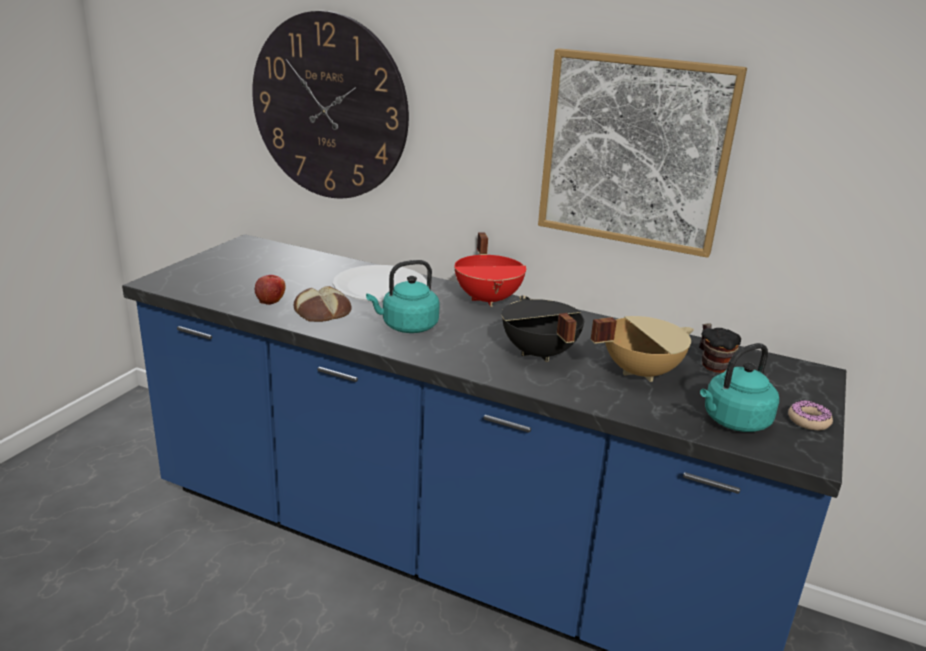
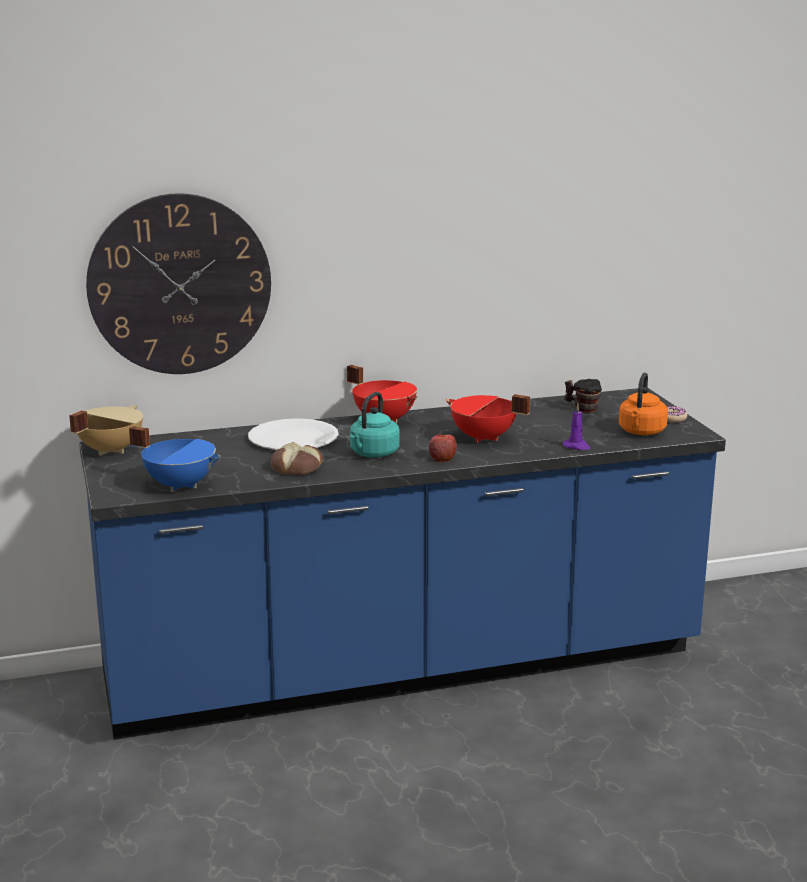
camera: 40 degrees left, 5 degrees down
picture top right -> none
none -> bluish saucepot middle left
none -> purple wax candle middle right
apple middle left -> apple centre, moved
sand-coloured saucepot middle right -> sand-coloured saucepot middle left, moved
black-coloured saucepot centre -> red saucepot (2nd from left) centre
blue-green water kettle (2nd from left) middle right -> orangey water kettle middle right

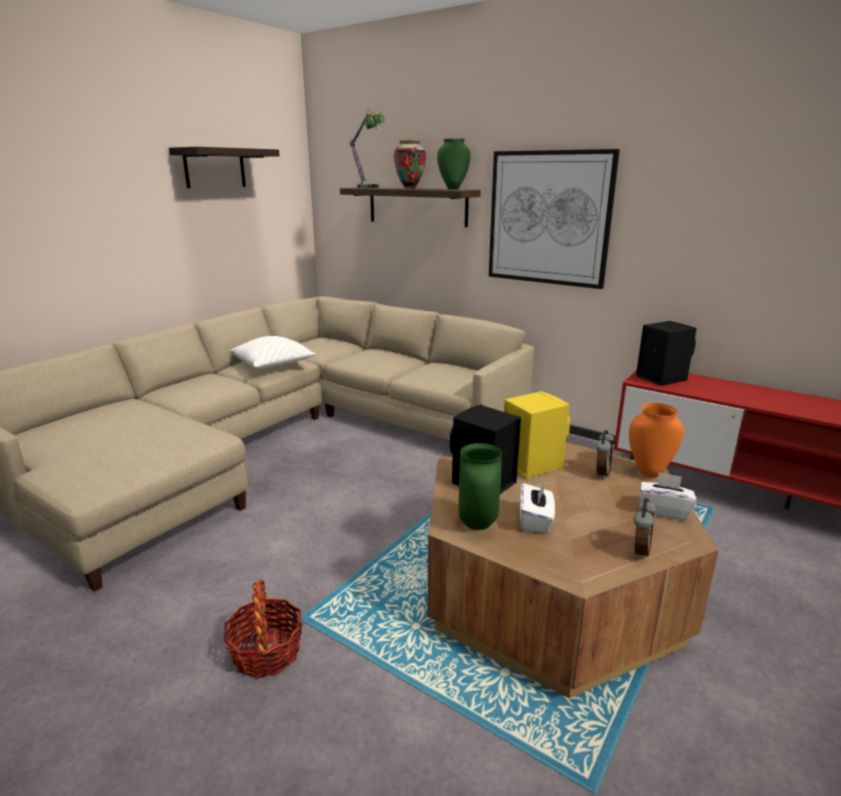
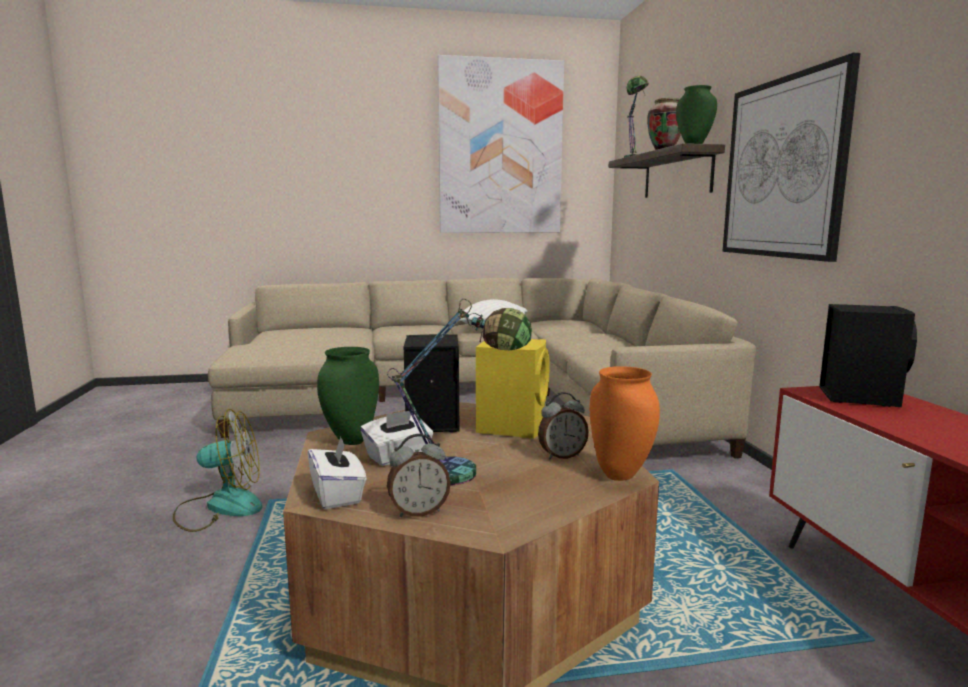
camera: 45 degrees right, 10 degrees down
none -> tabletop lamp (1st from left) centre
white-coloured tissue box (2nd from left in the first image) middle right -> white-coloured tissue box (1st from left) bottom centre, moved
wall shelf (1st from left) top left -> picture (1st from left) top centre
basket bottom left -> cooling fan bottom left

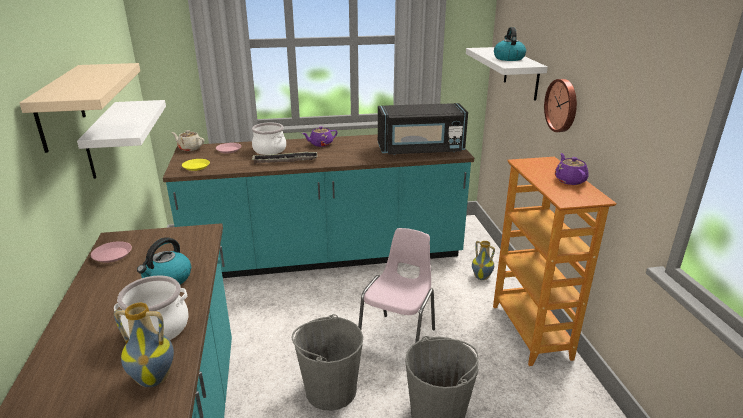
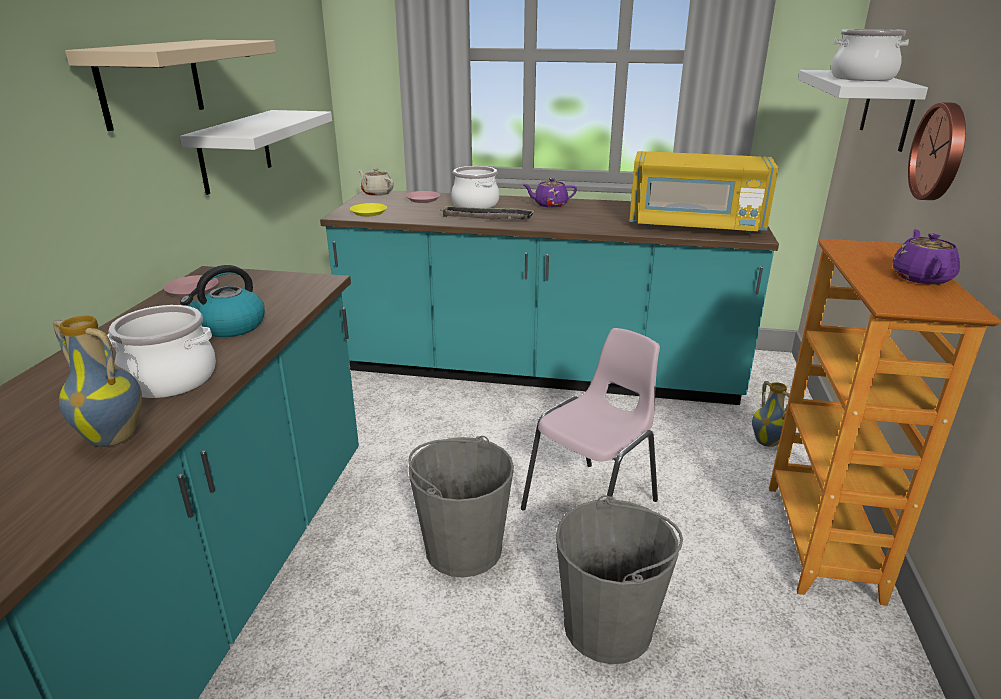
camera: 20 degrees right, 0 degrees up
water kettle (2nd from left) top right -> saucepot (3rd from left) top right
black-coloured microwave oven top centre -> yellow microwave oven top right

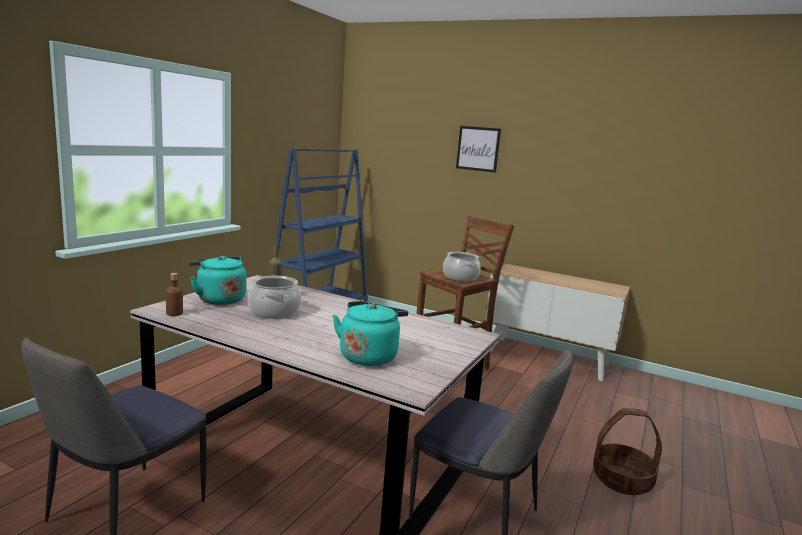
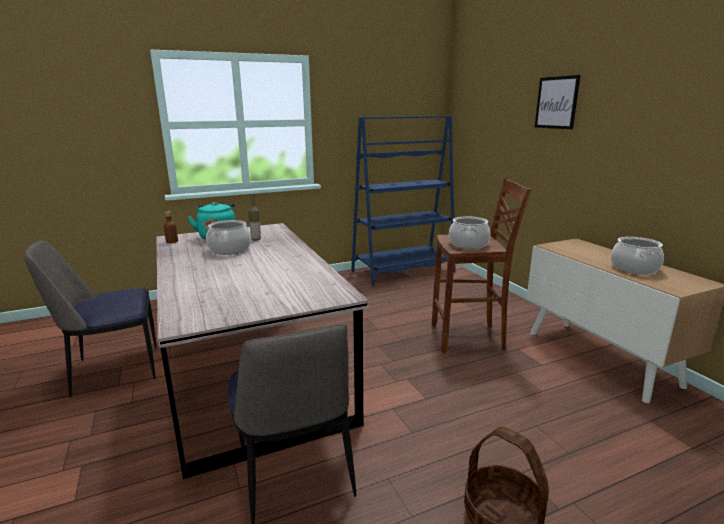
camera: 40 degrees right, 5 degrees up
blue-green water kettle (2nd from left) centre -> none
none -> saucepot (3rd from left) middle right

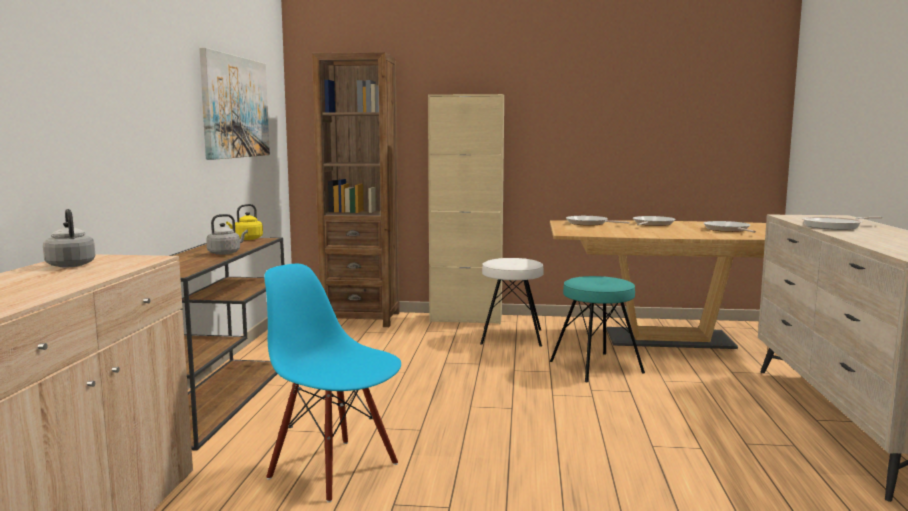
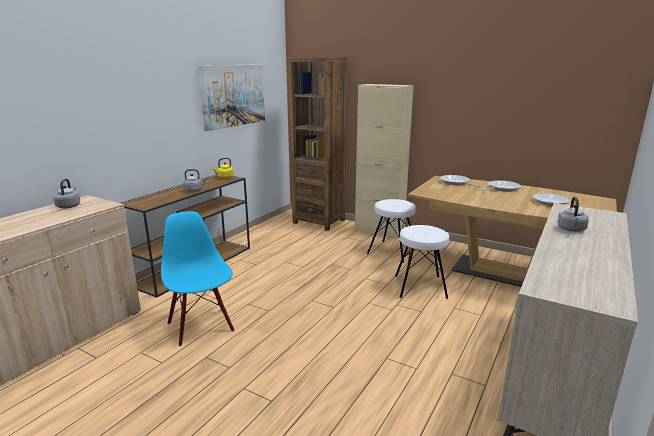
camera: 25 degrees right, 10 degrees up
pan (4th from left) middle right -> gray water kettle (3rd from left) middle right
blue-green stool seat centre -> white-coloured stool seat (2nd from left) centre

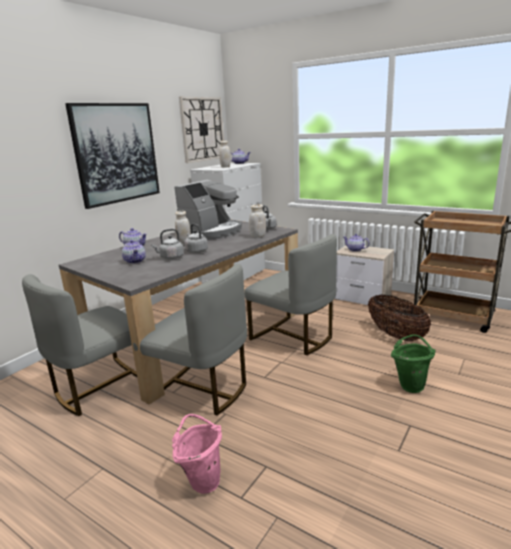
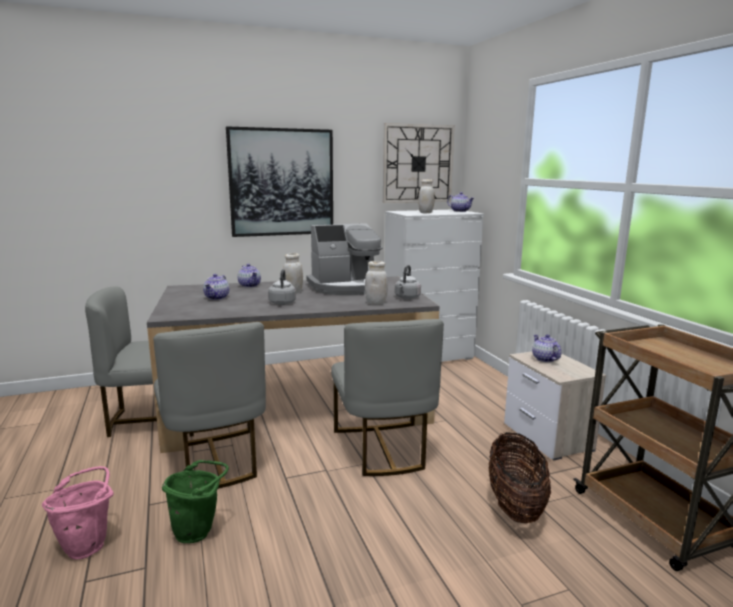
camera: 35 degrees right, 5 degrees down
gray water kettle (1st from left) middle left -> none
greenish bucket middle right -> greenish bucket bottom left, moved

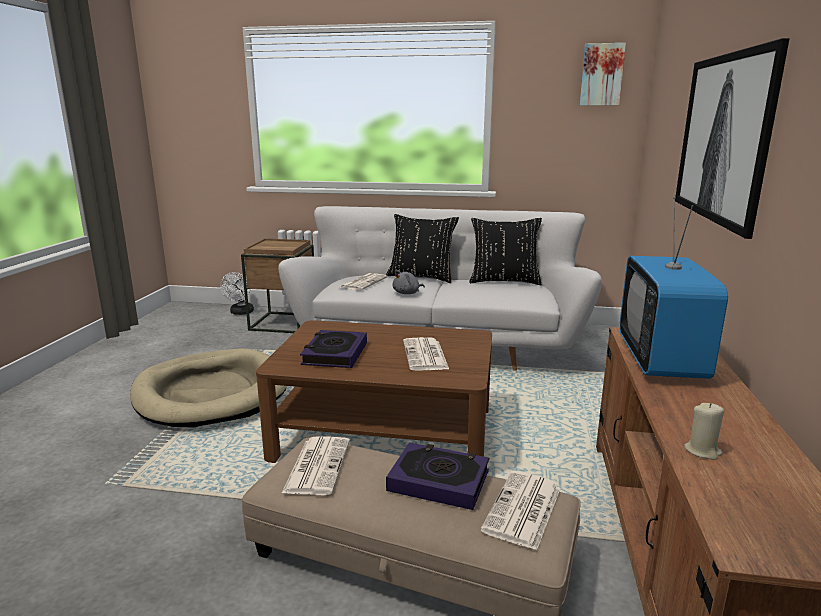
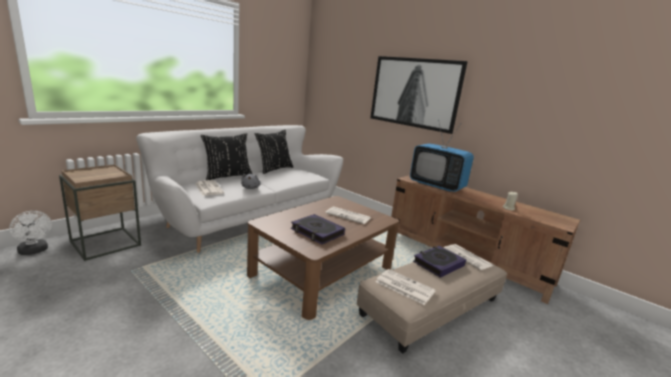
camera: 60 degrees left, 0 degrees up
sand-coloured pet bed middle left -> none
picture (1st from left) top right -> none

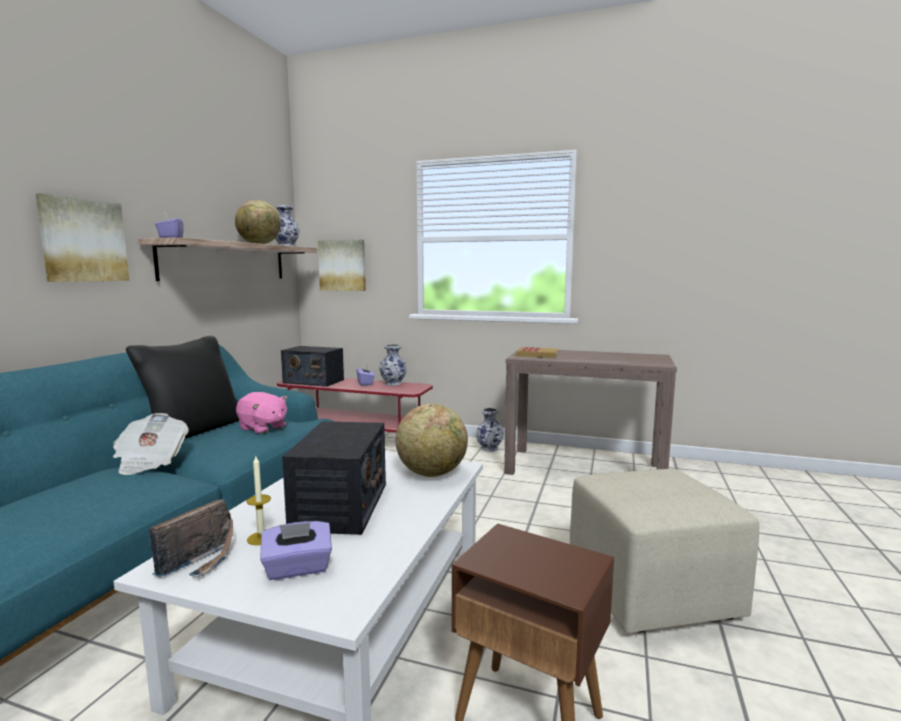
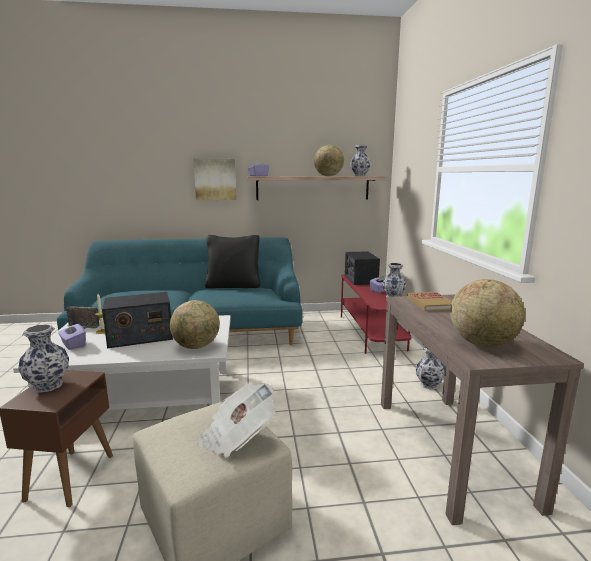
camera: 65 degrees right, 5 degrees up
pink-coloured soft toy middle left -> none
picture (2nd from left) centre -> none
none -> decorative vase (1st from left) middle left
none -> globe (3rd from left) middle right
daily paper middle left -> daily paper bottom centre, moved

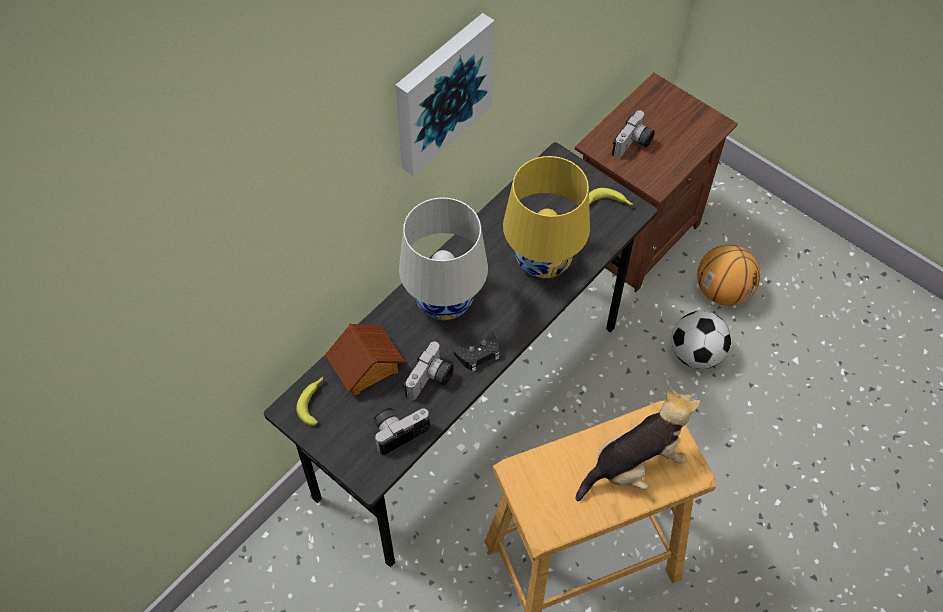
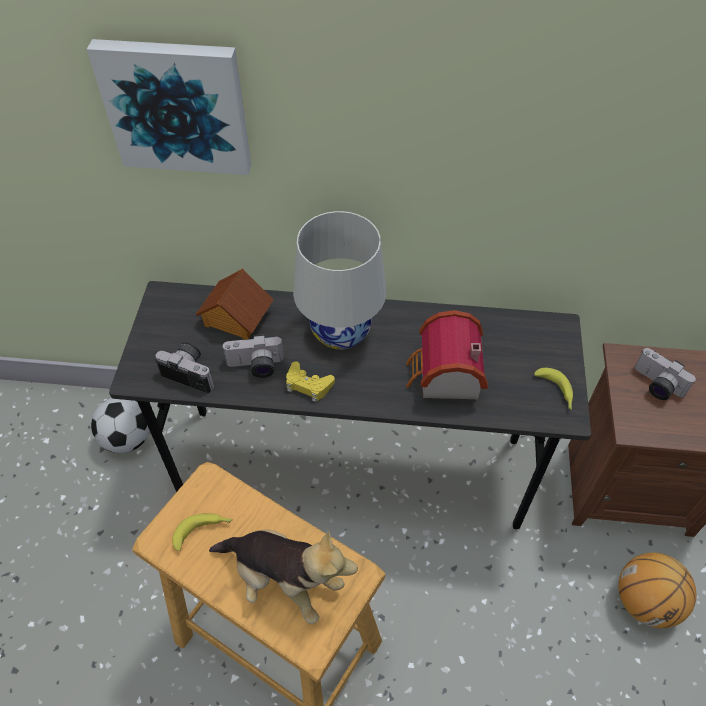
camera: 55 degrees right, 5 degrees down
whole banana (1st from left) middle left -> whole banana (1st from left) bottom left, moved
picture top centre -> picture top left, moved
football middle right -> football middle left, moved
yellow tabletop lamp centre -> model house (2nd from left) centre
black-coloured game controller centre -> yellow game controller centre
still camera (3rd from left) top right -> still camera (3rd from left) middle right, 45 degrees clockwise

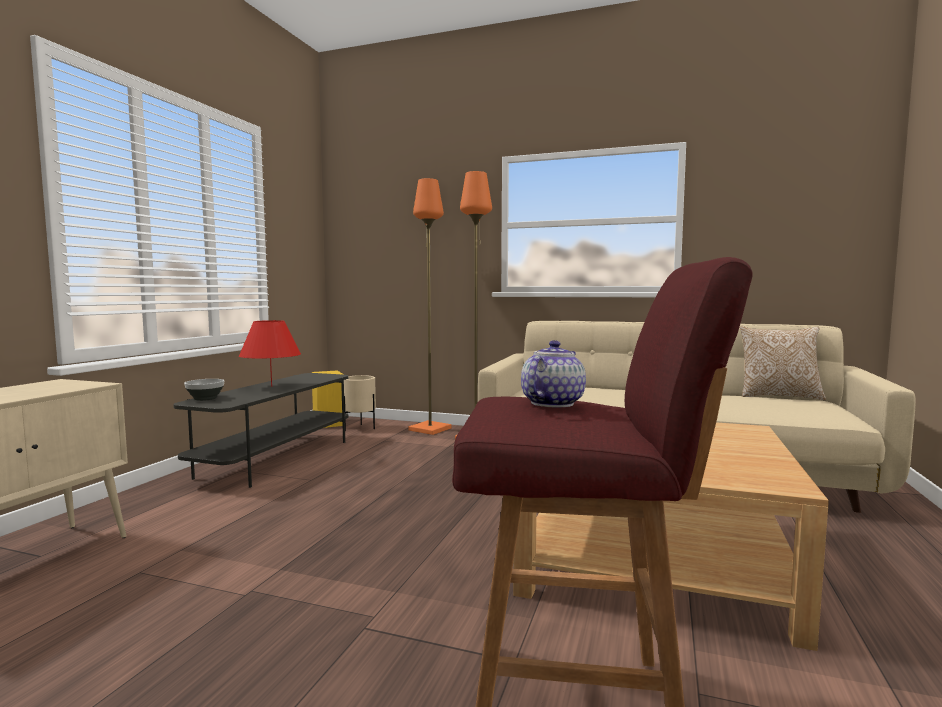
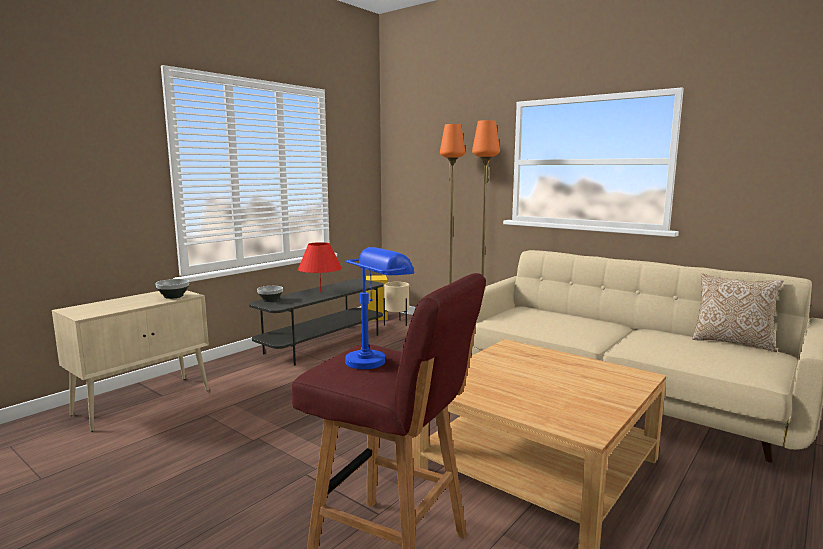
camera: 20 degrees right, 5 degrees up
none -> bowl (1st from left) middle left
teapot centre -> bluish tabletop lamp centre

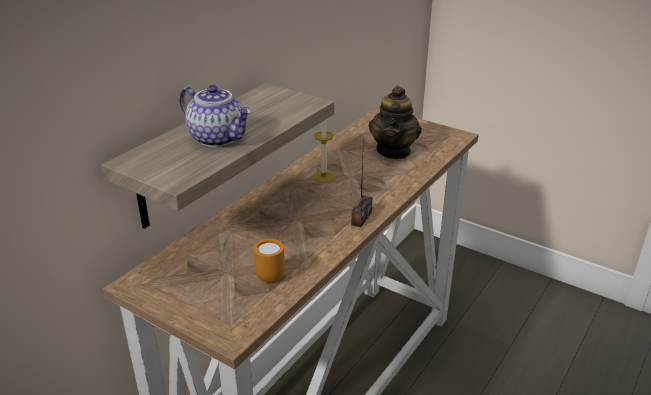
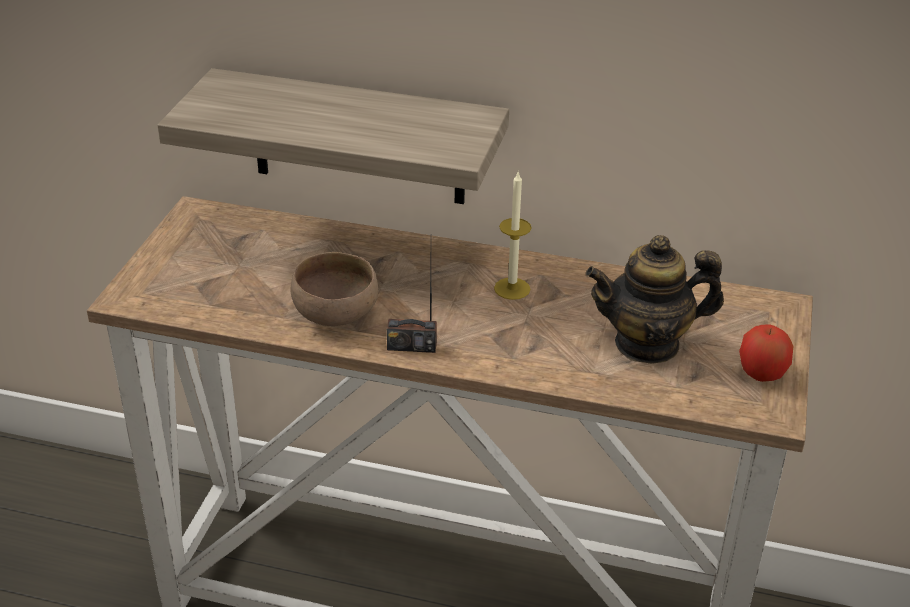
camera: 70 degrees right, 5 degrees up
teapot (1st from left) top left -> none
orangey coffee mug centre -> none
none -> brown-coloured bowl centre
none -> apple middle right

